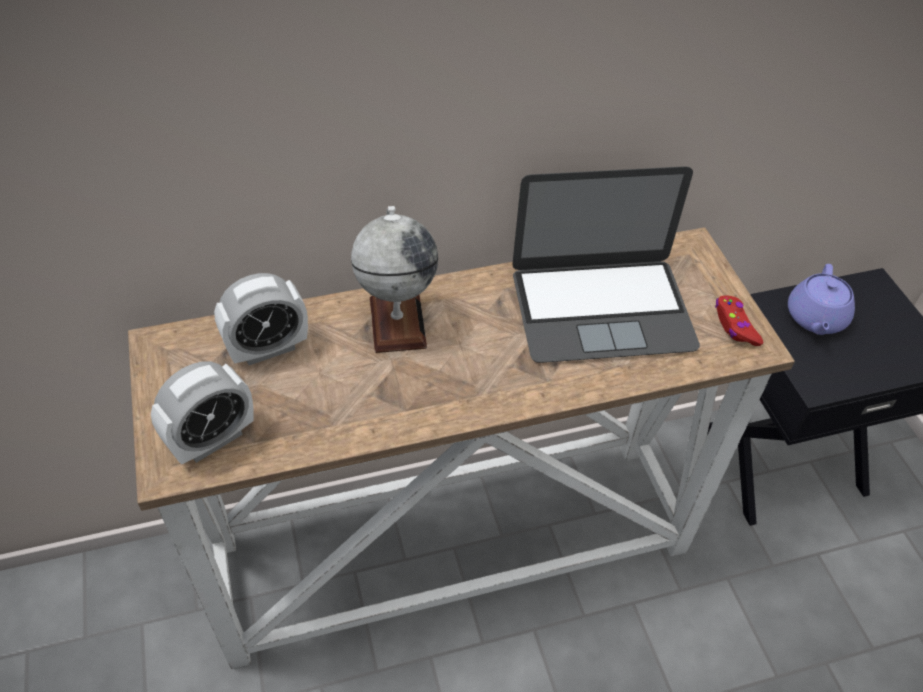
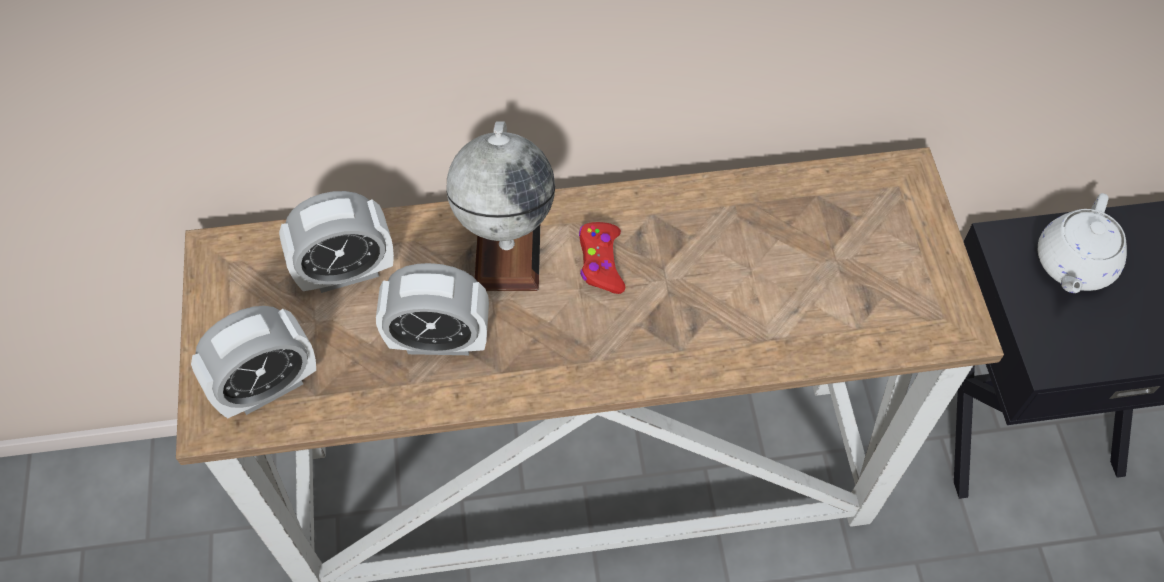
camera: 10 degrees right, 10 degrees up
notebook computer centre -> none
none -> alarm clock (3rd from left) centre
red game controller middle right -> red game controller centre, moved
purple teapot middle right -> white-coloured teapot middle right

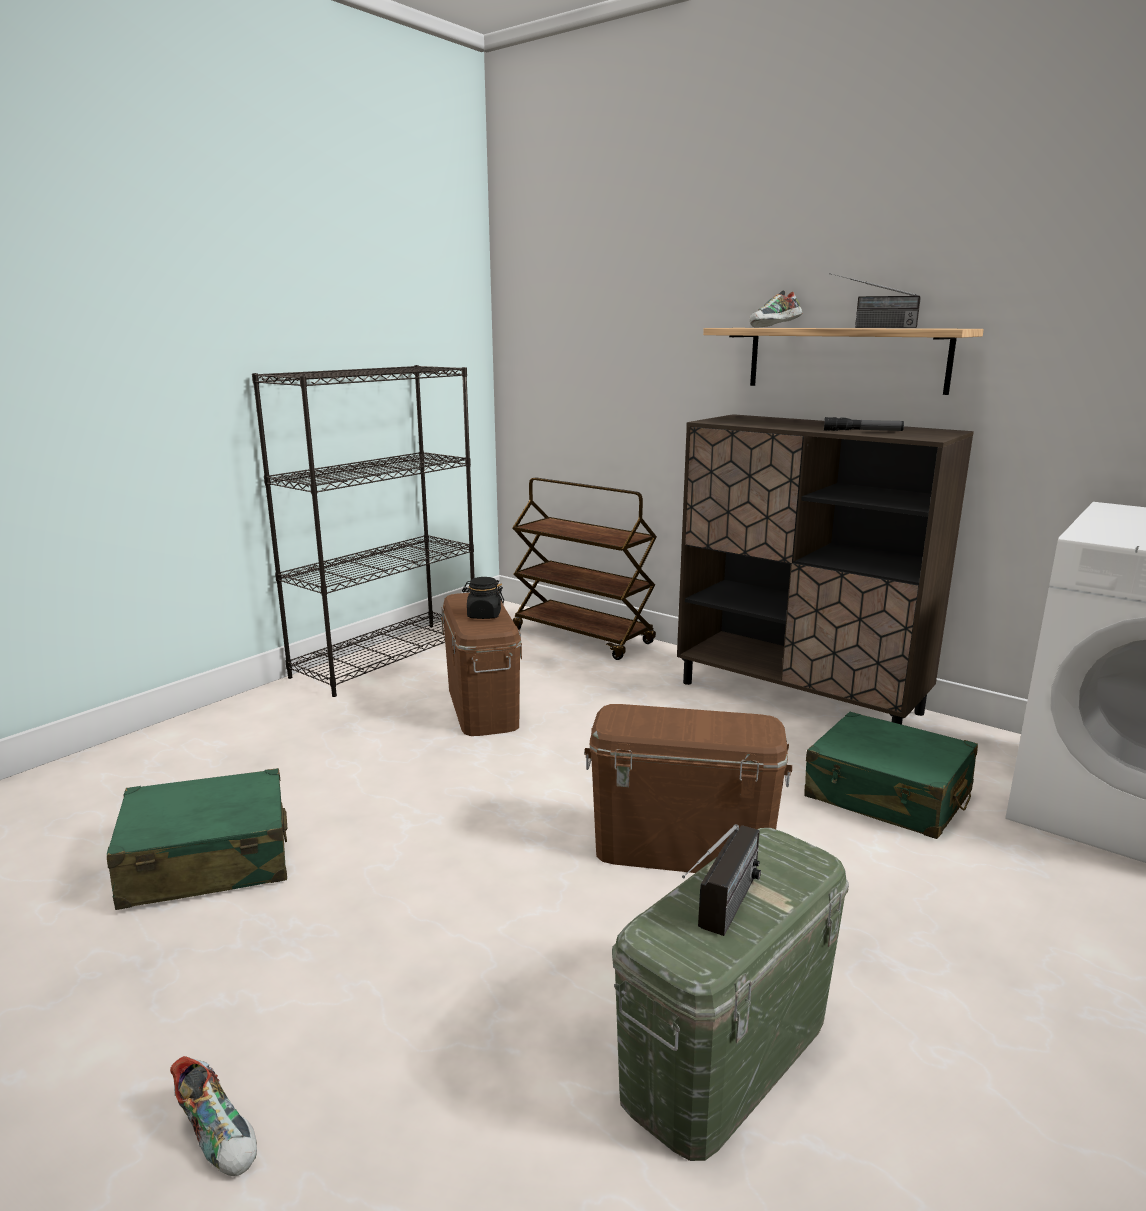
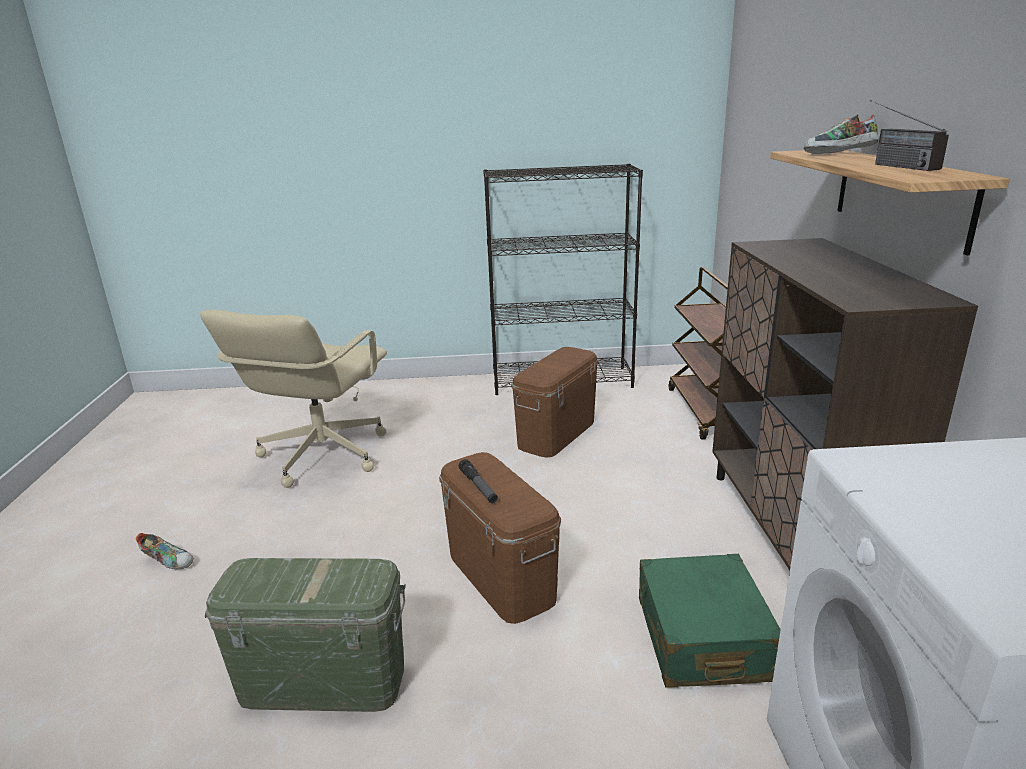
camera: 50 degrees right, 5 degrees up
black-coloured preserve jar centre -> none
radio set (1st from left) bottom centre -> none
hand torch middle right -> hand torch centre, moved
greenish suitcase (1st from left) bottom left -> sand-coloured desk chair middle left
low shoe (1st from left) bottom left, 75 degrees counterclockwise

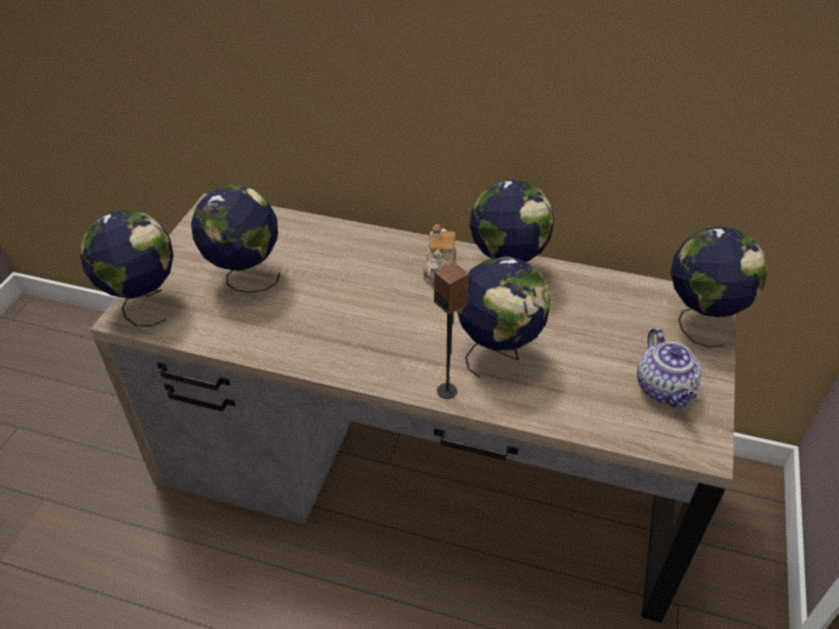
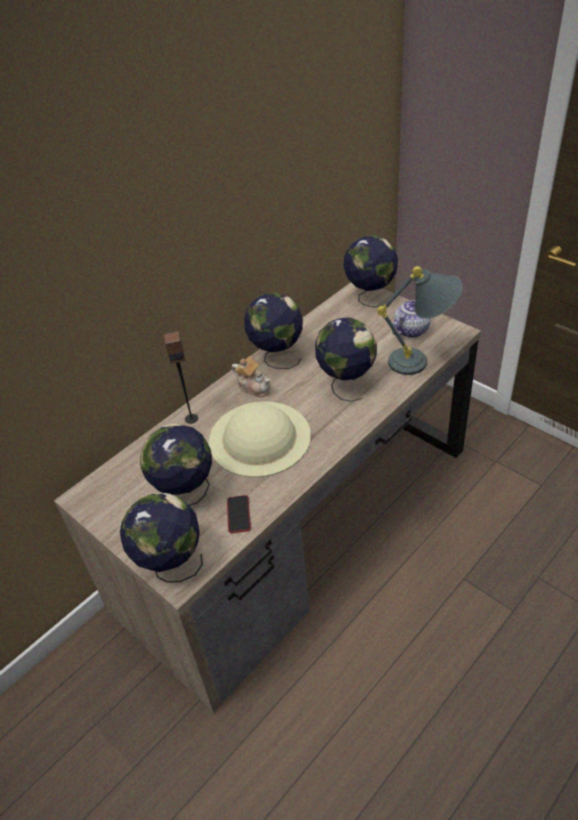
camera: 60 degrees left, 0 degrees up
none -> sand-coloured clothing hat centre
none -> telephone centre
none -> gray tabletop lamp middle right
loudspeaker centre -> loudspeaker middle left, moved
teapot (2nd from left) middle right, 60 degrees counterclockwise

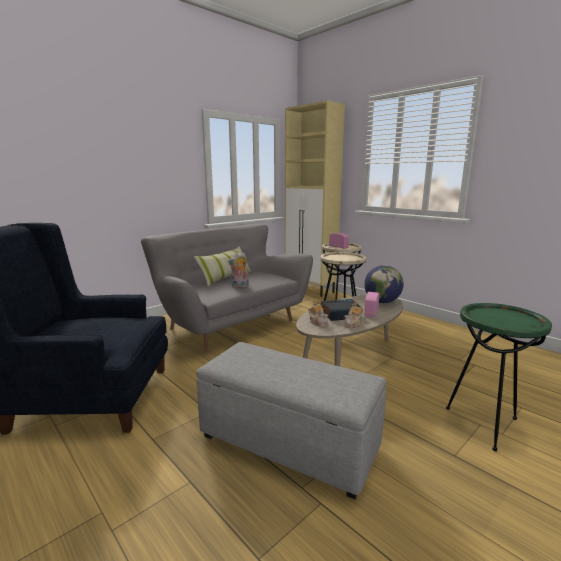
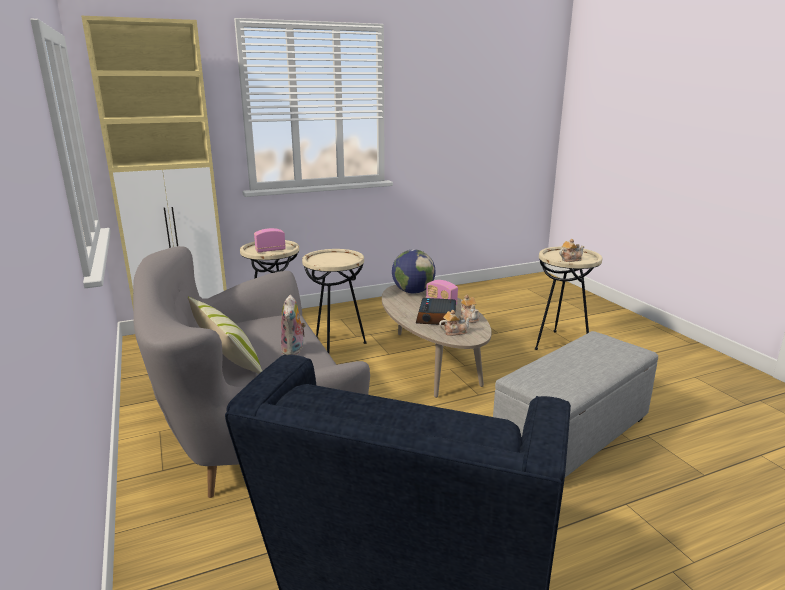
camera: 70 degrees left, 5 degrees up
none -> teapot (3rd from left) middle right
greenish accent table bottom right -> sand-coloured accent table (3rd from left) middle right

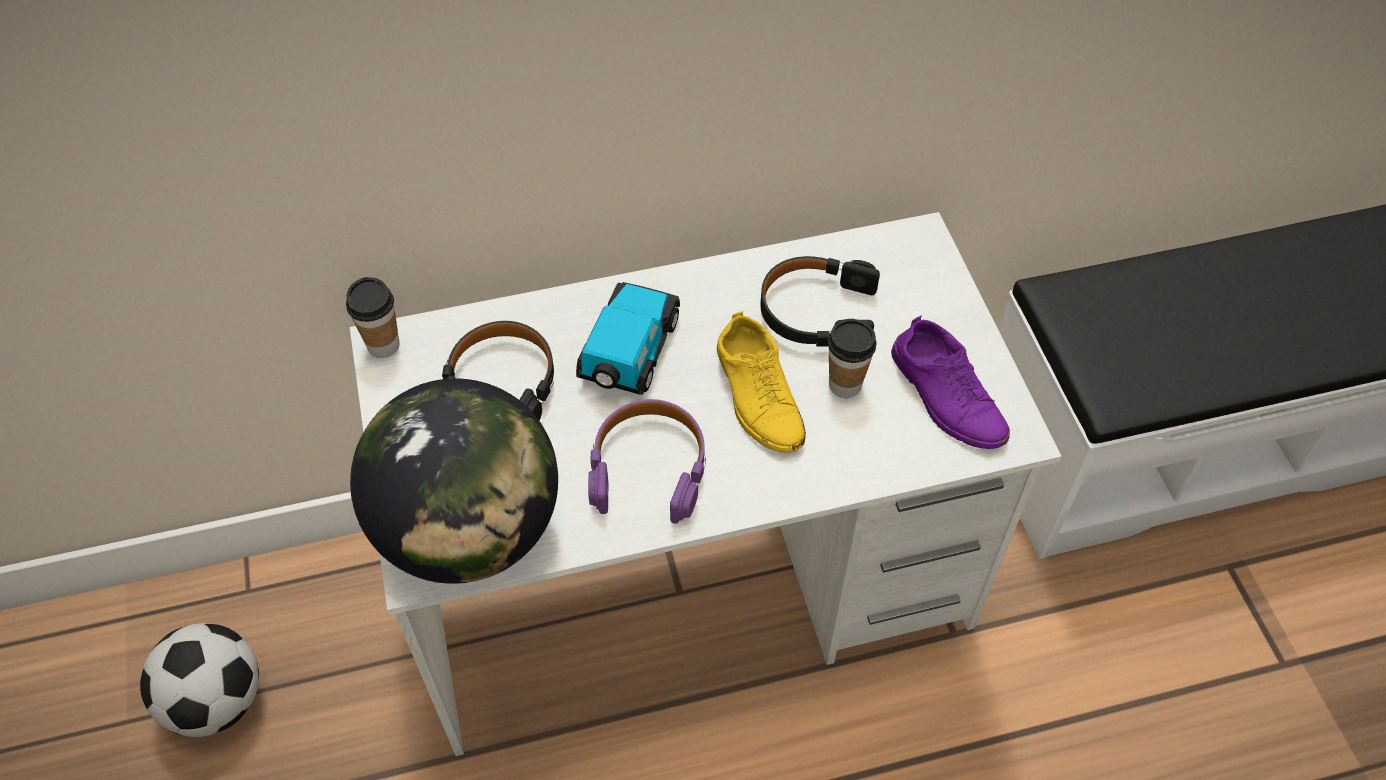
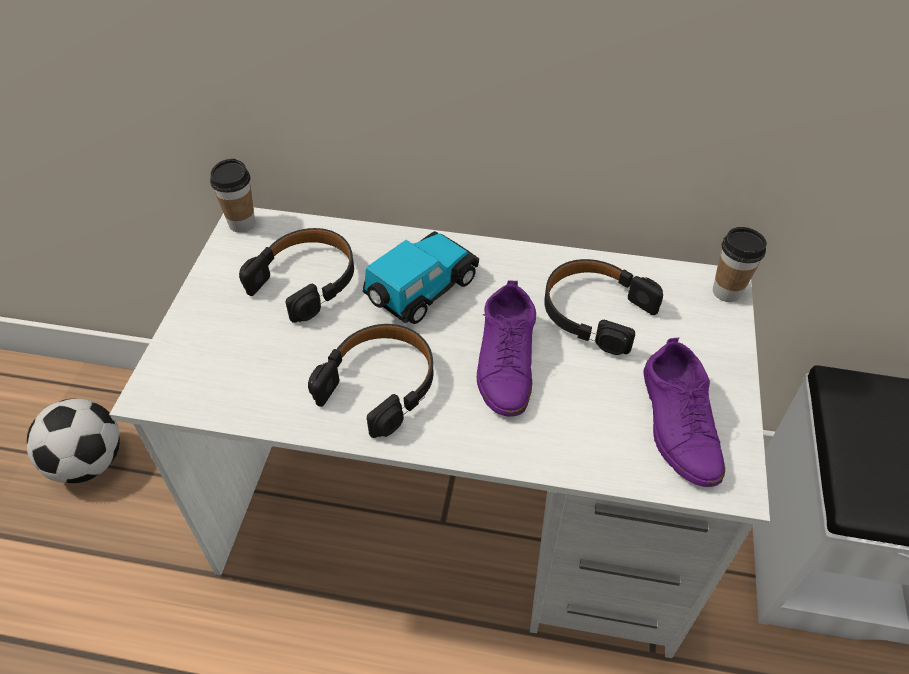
camera: 25 degrees right, 5 degrees down
globe middle left -> none
drinking cup (2nd from left) centre -> drinking cup (2nd from left) middle right, moved
purple pair of headphones centre -> black-coloured pair of headphones (2nd from left) centre
yellow low shoe centre -> purple low shoe (1st from left) centre

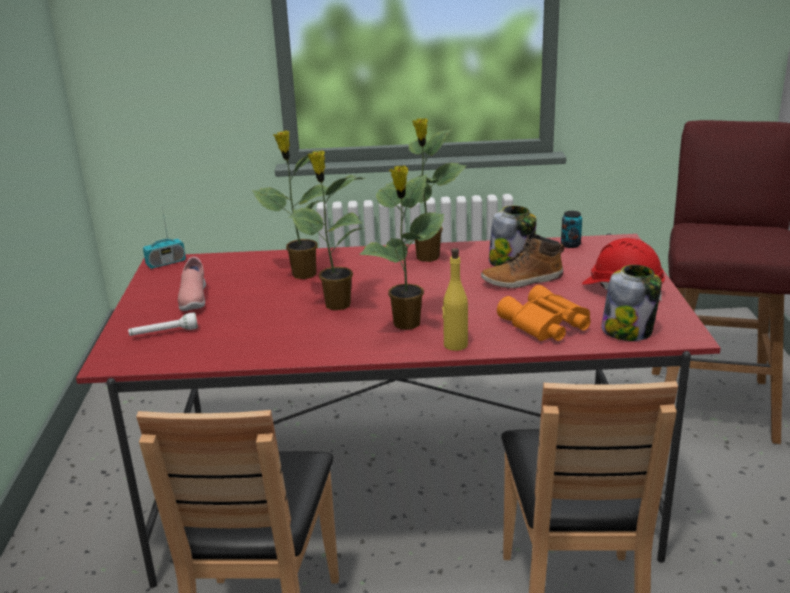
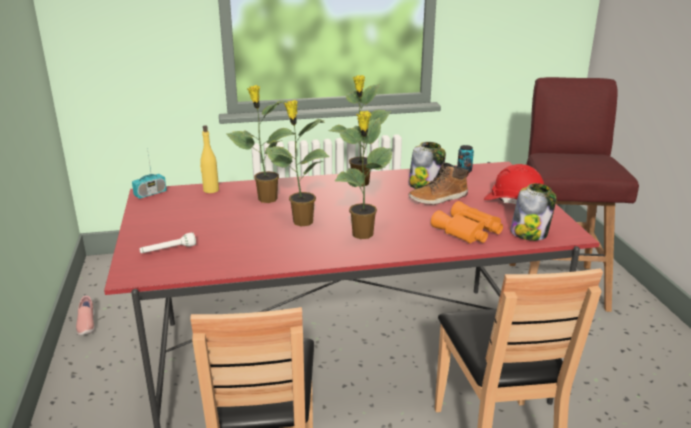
camera: 10 degrees left, 0 degrees up
pink-coloured low shoe middle left -> pink-coloured low shoe bottom left, moved
yellow bottle centre -> yellow bottle middle left, moved

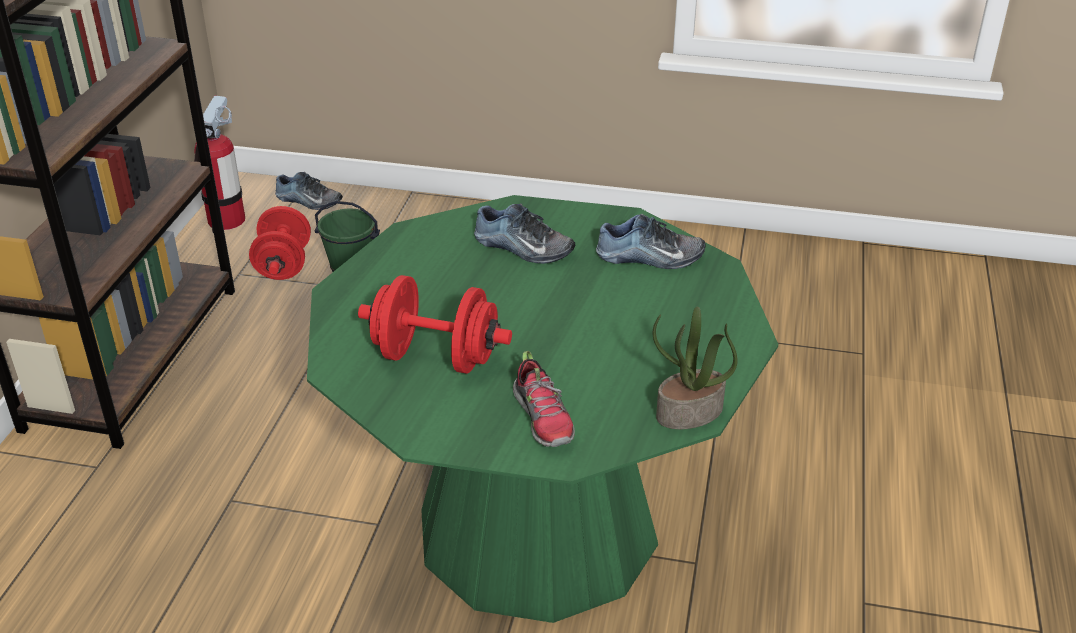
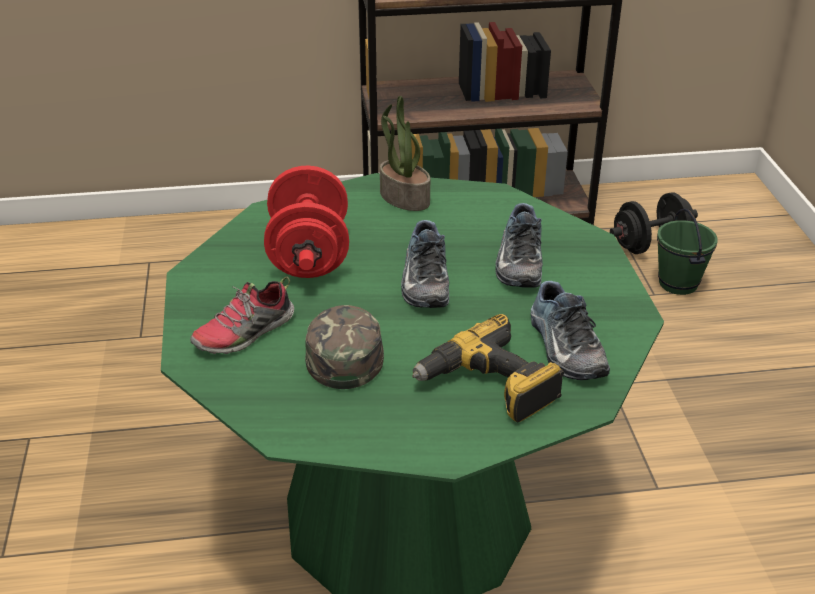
camera: 70 degrees right, 0 degrees up
fire-fighting cylinder top left -> none
none -> greenish baseball cap centre
none -> power drill centre
low shoe (1st from left in the first image) top left -> low shoe (2nd from left) centre, moved
houseplant centre -> houseplant top centre, moved
red free weight (1st from left) middle left -> black-coloured free weight middle right

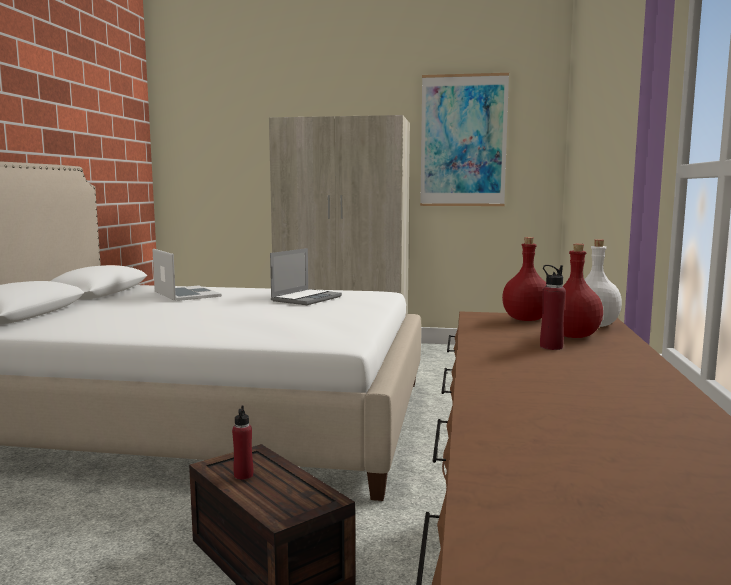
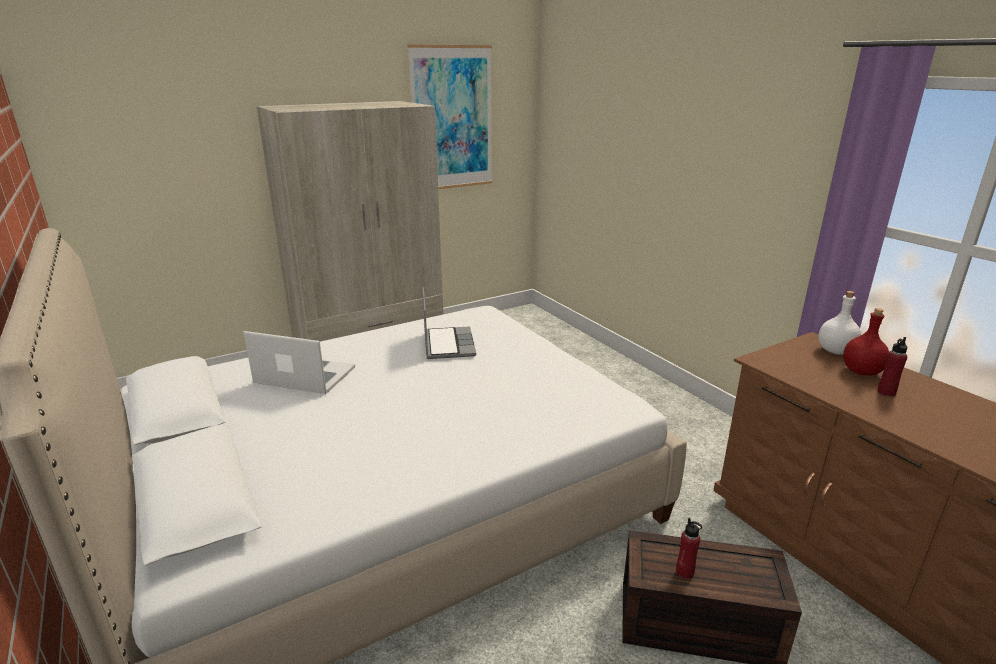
camera: 40 degrees left, 15 degrees up
red bottle (2nd from left) middle right -> none

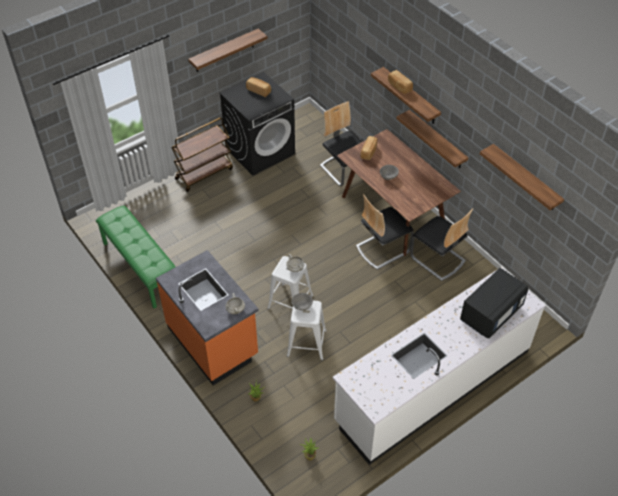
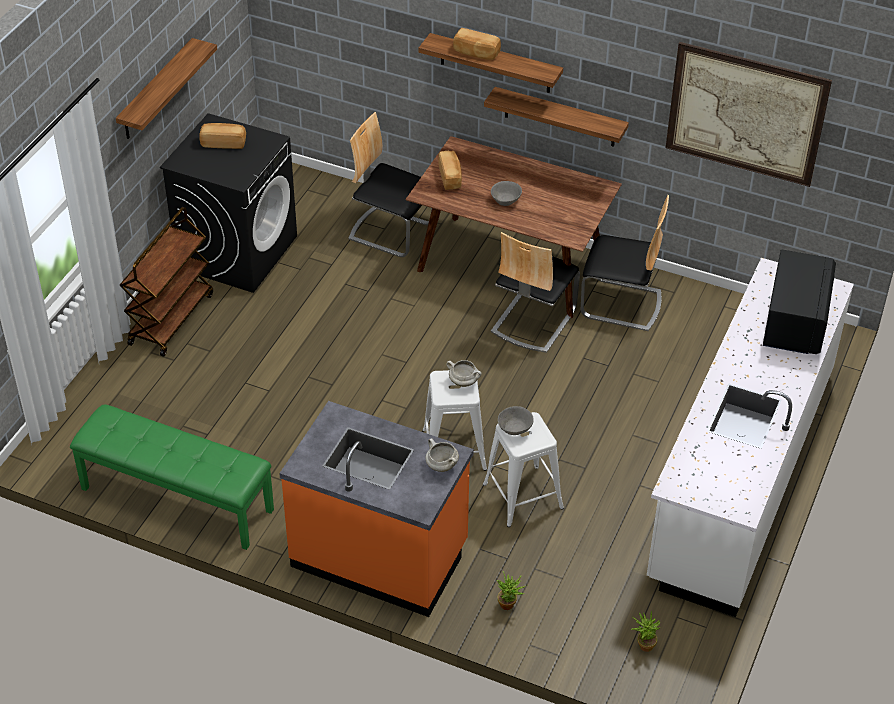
camera: 30 degrees left, 5 degrees down
wall shelf (4th from left) middle right -> picture top right

